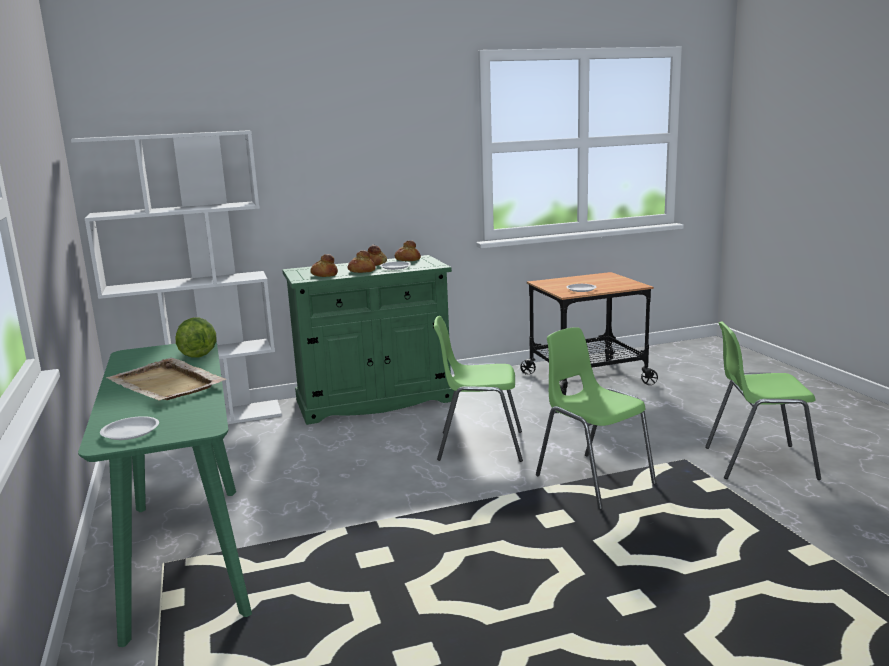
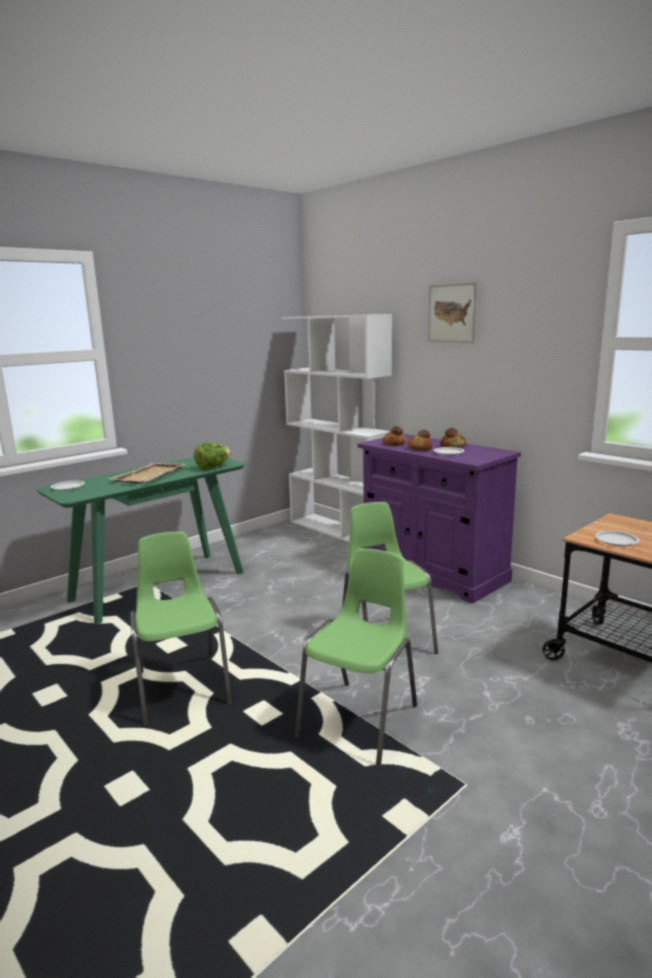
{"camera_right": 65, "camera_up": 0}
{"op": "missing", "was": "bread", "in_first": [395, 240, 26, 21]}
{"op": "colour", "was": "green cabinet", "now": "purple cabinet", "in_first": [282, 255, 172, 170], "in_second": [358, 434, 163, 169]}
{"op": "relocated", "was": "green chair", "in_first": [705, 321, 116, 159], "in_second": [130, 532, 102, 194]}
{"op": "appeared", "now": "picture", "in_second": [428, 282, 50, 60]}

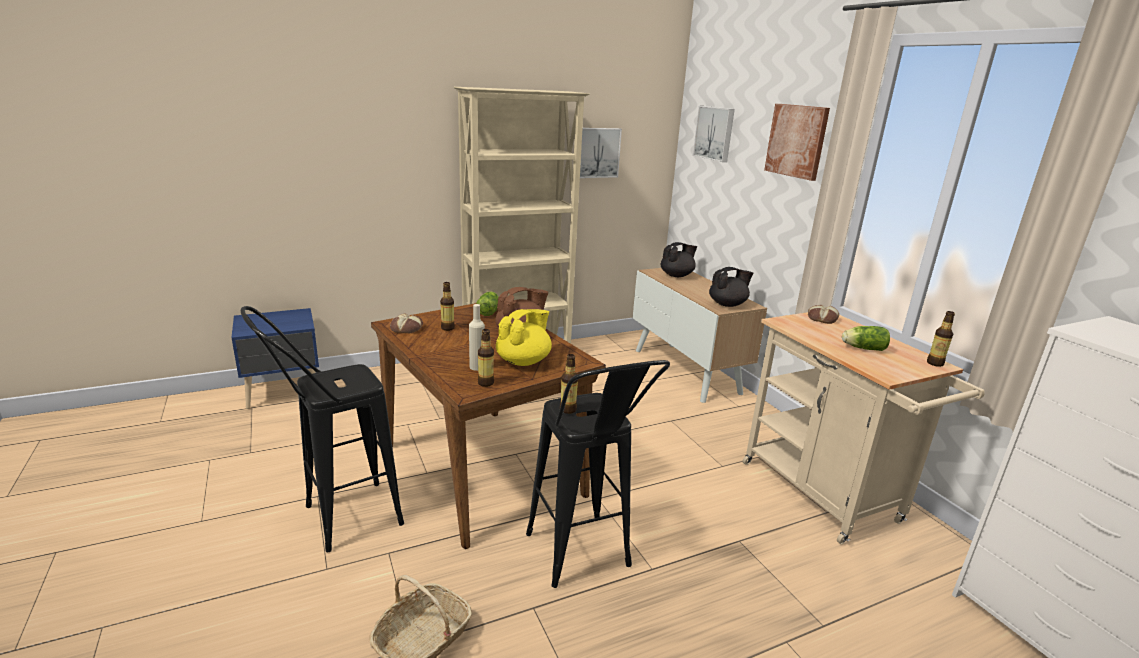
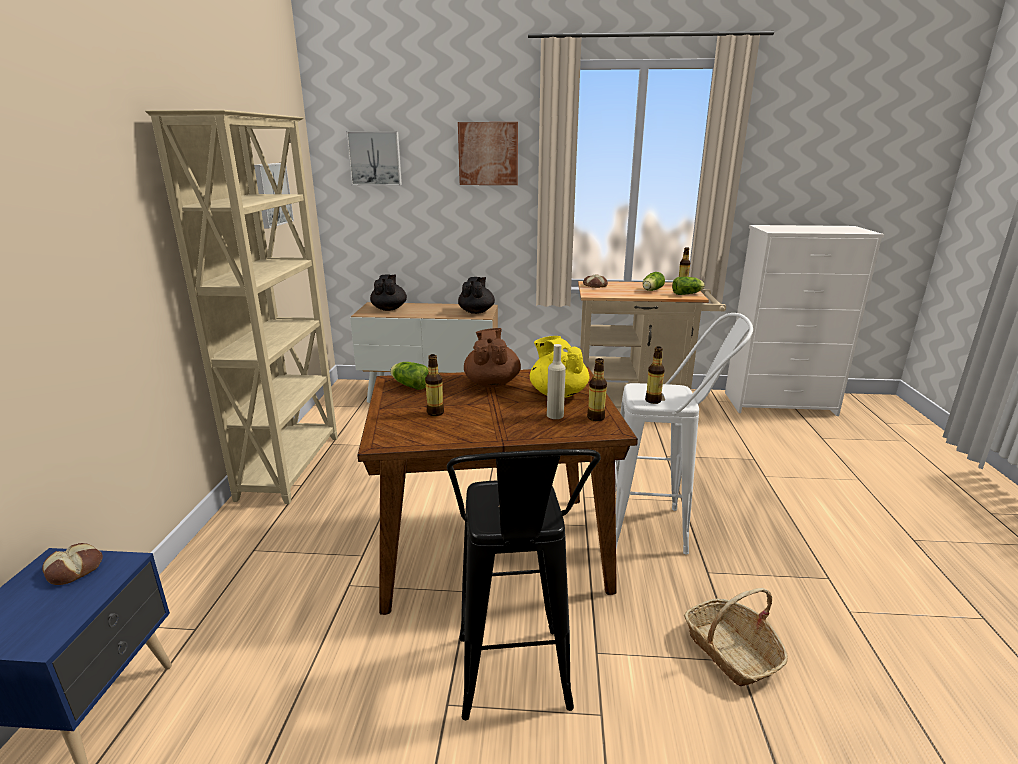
{"camera_right": -60, "camera_up": 0}
{"op": "relocated", "was": "bread", "in_first": [390, 313, 33, 21], "in_second": [42, 543, 61, 42]}
{"op": "colour", "was": "black stool", "now": "white stool", "in_first": [526, 360, 144, 228], "in_second": [615, 313, 138, 241]}
{"op": "appeared", "now": "lettuce", "in_second": [672, 277, 33, 18]}

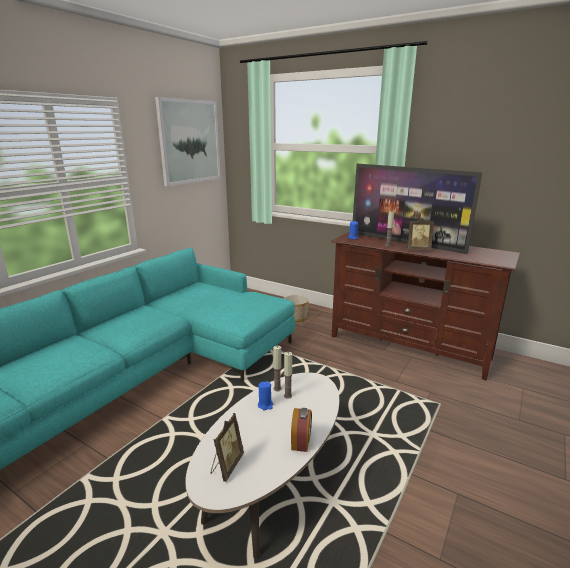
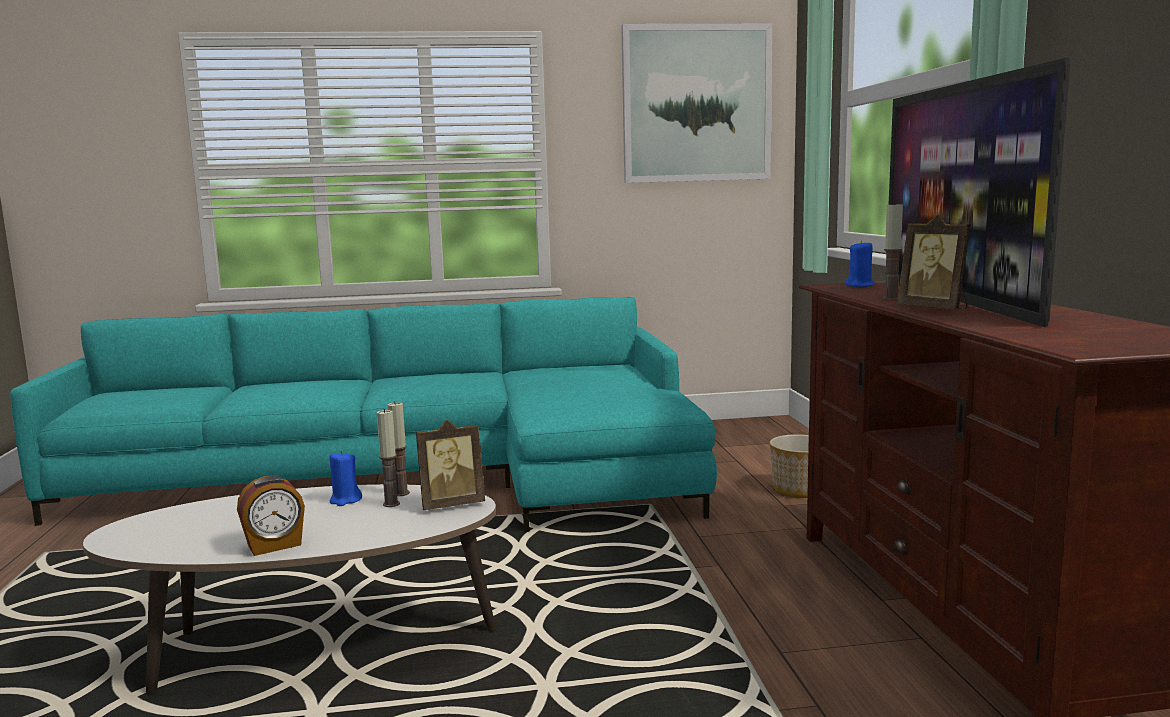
{"camera_right": 50, "camera_up": -10}
{"op": "relocated", "was": "picture frame", "in_first": [211, 413, 33, 69], "in_second": [416, 420, 69, 90]}

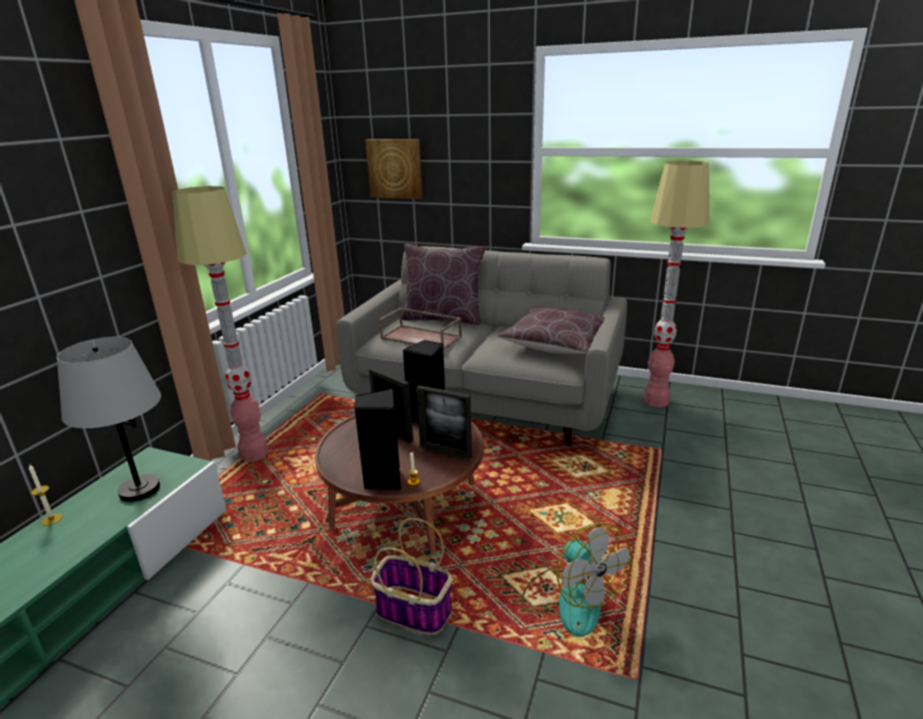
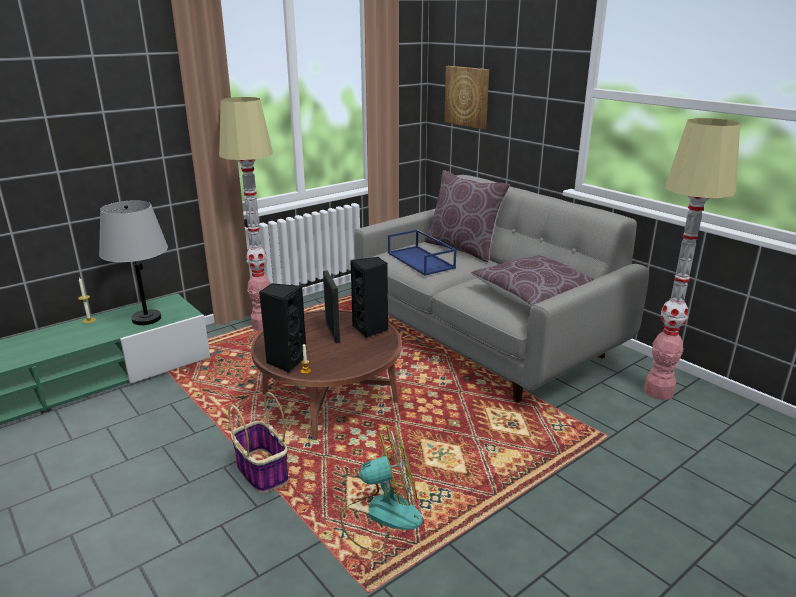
{"camera_right": 30, "camera_up": 0}
{"op": "colour", "was": "brown tray", "now": "blue tray", "in_first": [379, 308, 83, 43], "in_second": [388, 230, 69, 46]}
{"op": "missing", "was": "picture frame", "in_first": [416, 385, 56, 74]}
{"op": "spun", "was": "fan", "in_first": [521, 523, 111, 114], "in_second": [340, 425, 83, 127], "clockwise": -105}

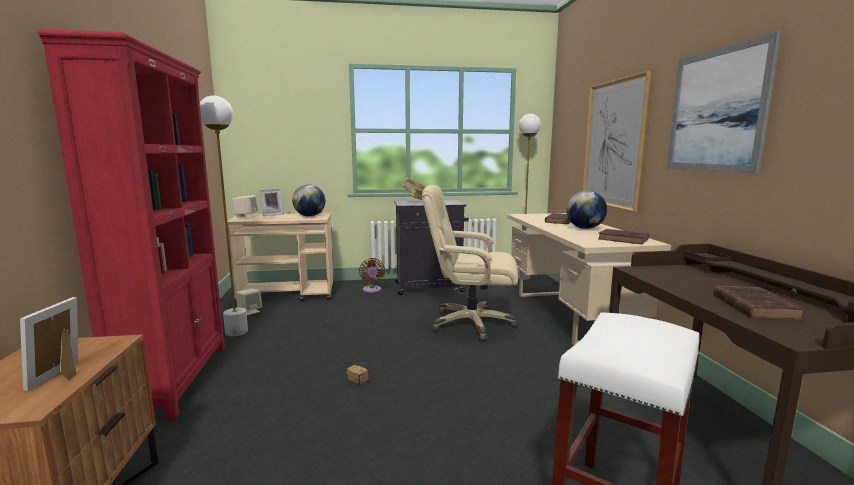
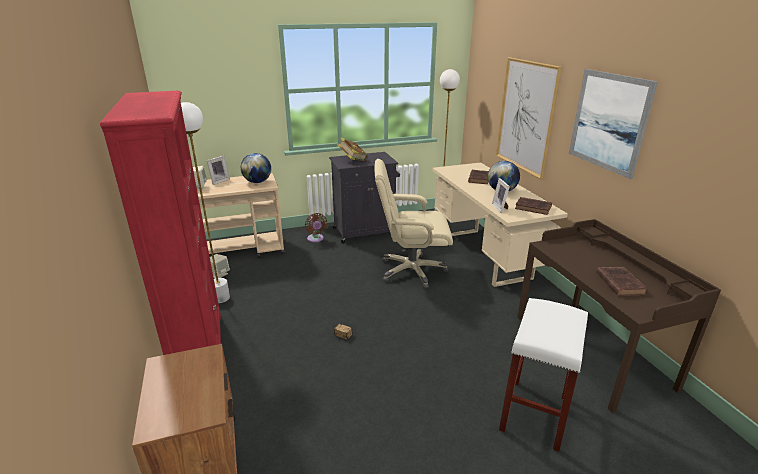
{"camera_right": -10, "camera_up": 15}
{"op": "relocated", "was": "picture frame", "in_first": [20, 297, 58, 94], "in_second": [492, 178, 18, 35]}

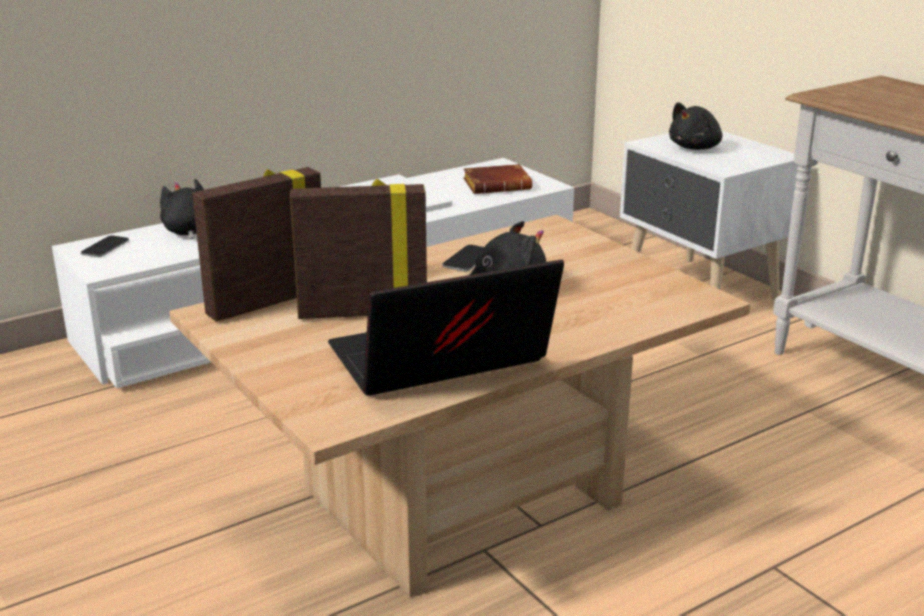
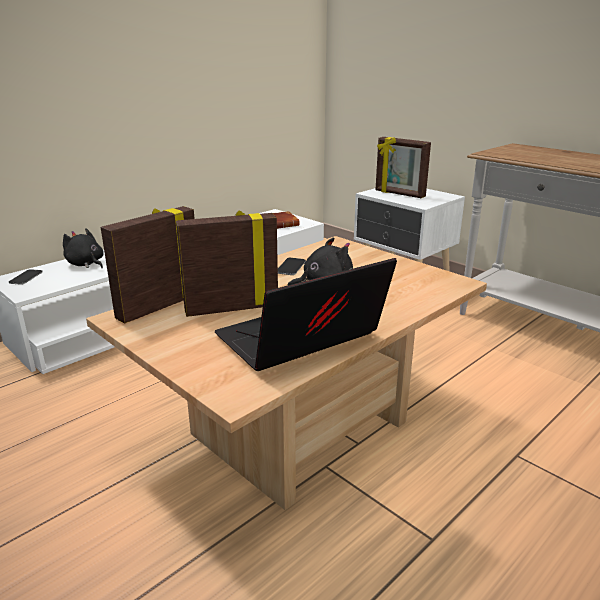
{"camera_right": -10, "camera_up": 0}
{"op": "exchanged", "was": "black plush toy", "now": "picture frame", "in_first": [669, 102, 53, 48], "in_second": [375, 137, 56, 61]}

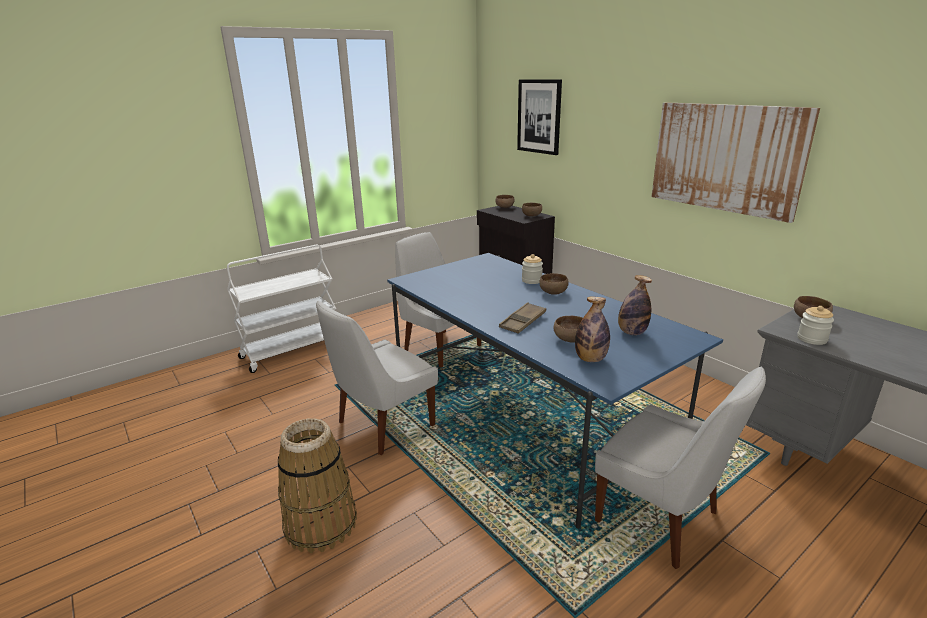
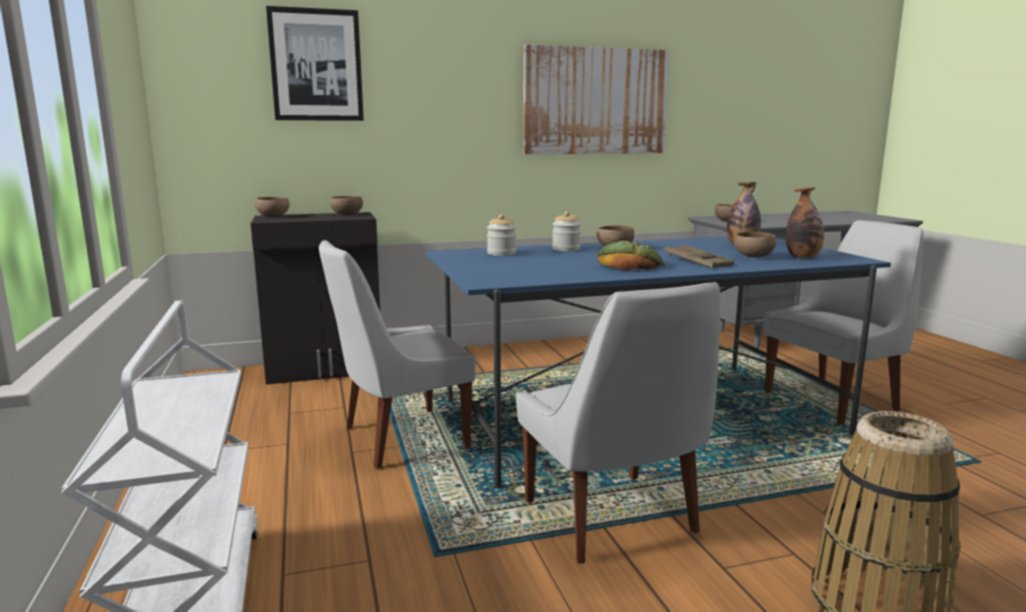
{"camera_right": -70, "camera_up": -10}
{"op": "relocated", "was": "jar", "in_first": [797, 306, 37, 39], "in_second": [487, 214, 29, 42]}
{"op": "appeared", "now": "bread", "in_second": [598, 240, 67, 30]}

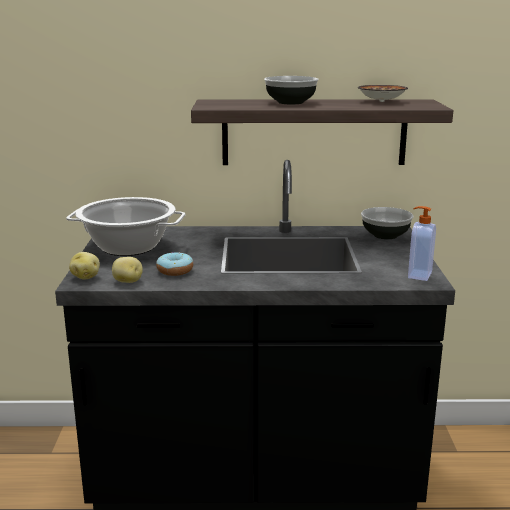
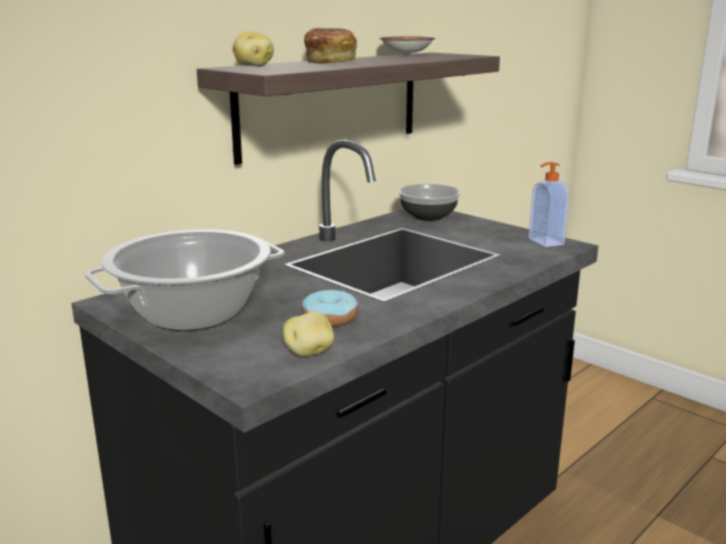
{"camera_right": -45, "camera_up": 0}
{"op": "exchanged", "was": "bowl", "now": "bread", "in_first": [264, 76, 55, 28], "in_second": [304, 28, 53, 36]}
{"op": "relocated", "was": "potato", "in_first": [69, 252, 31, 27], "in_second": [232, 31, 42, 36]}

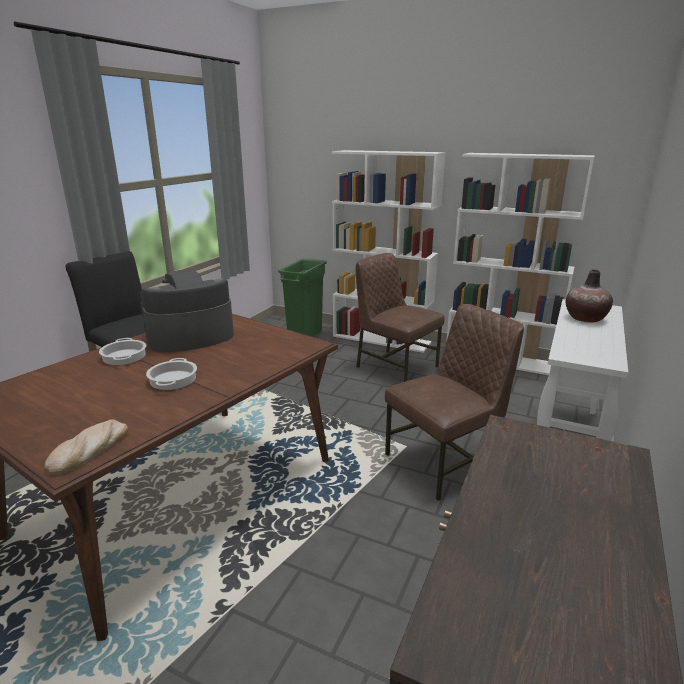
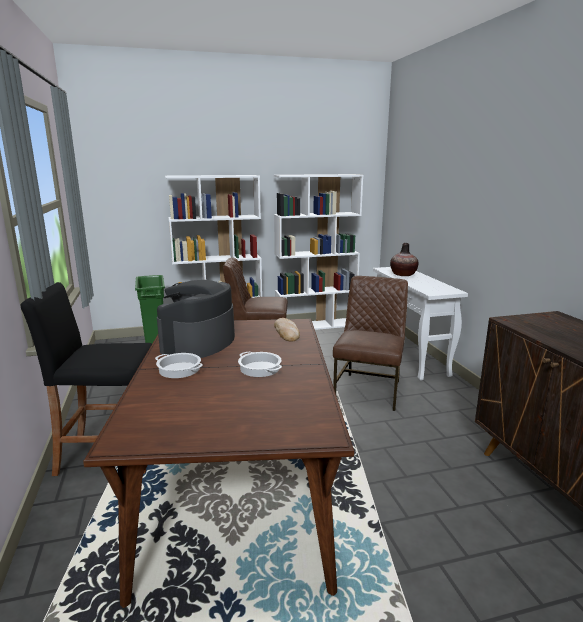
{"camera_right": -40, "camera_up": -5}
{"op": "relocated", "was": "bread", "in_first": [44, 420, 84, 55], "in_second": [274, 318, 26, 23]}

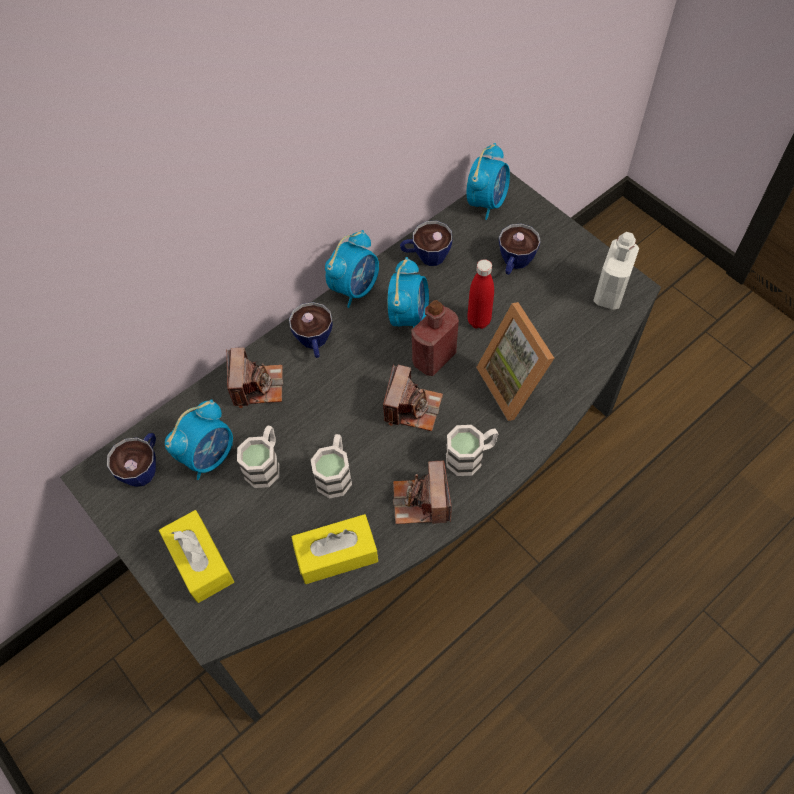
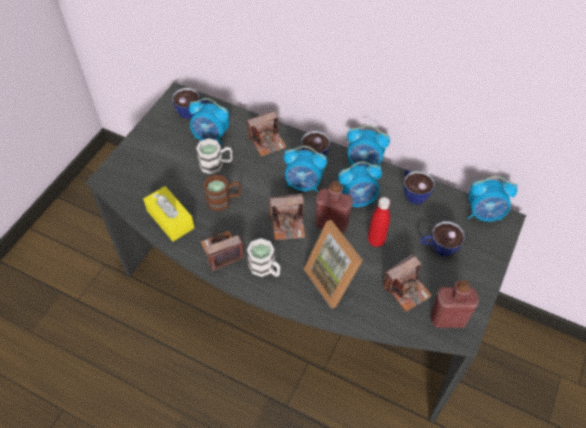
{"camera_right": 65, "camera_up": -5}
{"op": "colour", "was": "white bottle", "now": "red bottle", "in_first": [593, 232, 46, 78], "in_second": [431, 280, 48, 48]}
{"op": "spun", "was": "picture frame", "in_first": [476, 302, 78, 119], "in_second": [304, 220, 59, 89], "clockwise": -75}
{"op": "colour", "was": "white mug", "now": "brown mug", "in_first": [311, 434, 41, 65], "in_second": [203, 175, 38, 36]}
{"op": "missing", "was": "yellow tissue box", "in_first": [159, 510, 75, 93]}
{"op": "appeared", "now": "alarm clock", "in_second": [284, 146, 43, 46]}
{"op": "appeared", "now": "photo camera", "in_second": [383, 254, 49, 57]}

